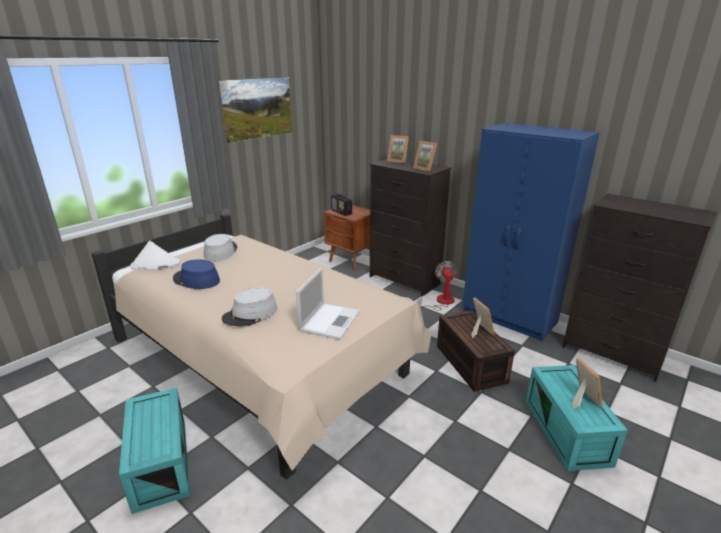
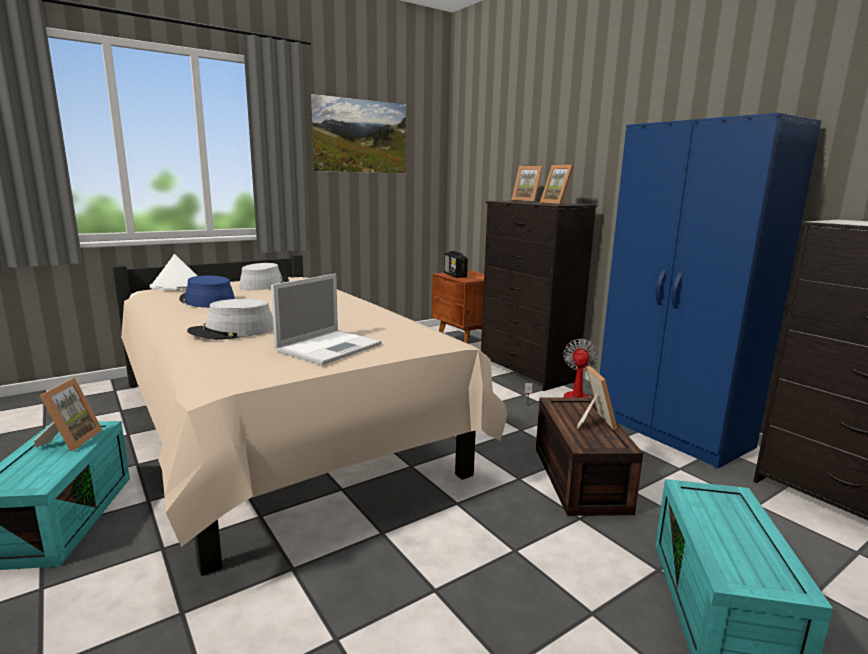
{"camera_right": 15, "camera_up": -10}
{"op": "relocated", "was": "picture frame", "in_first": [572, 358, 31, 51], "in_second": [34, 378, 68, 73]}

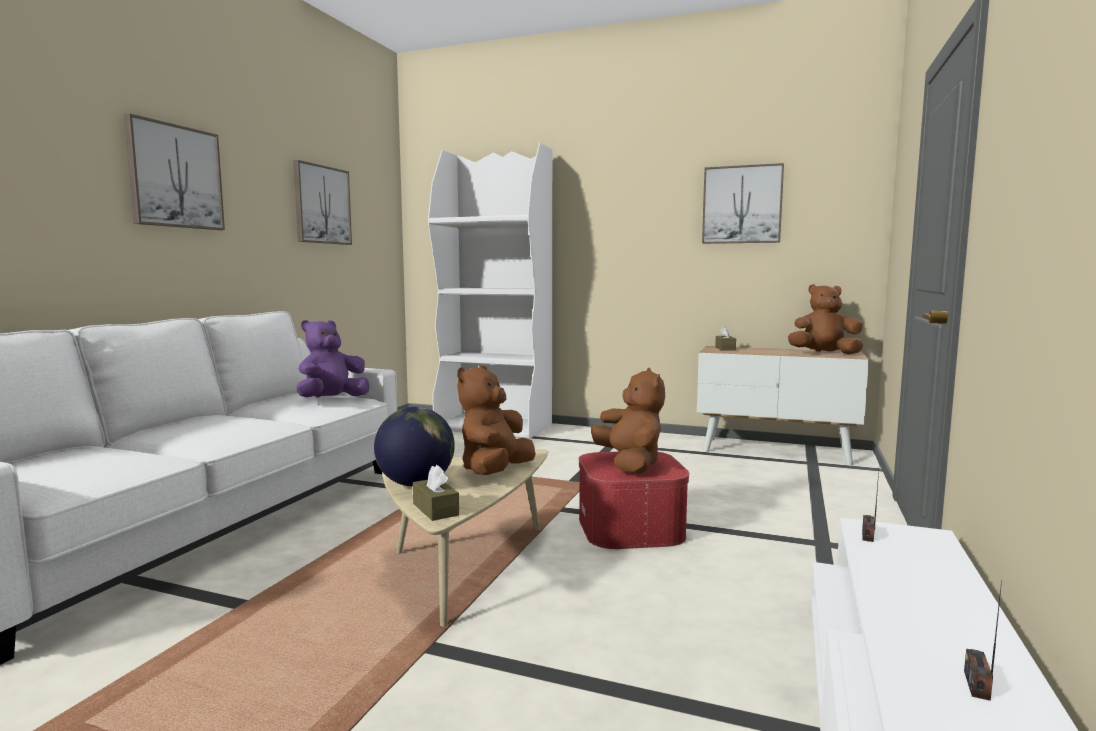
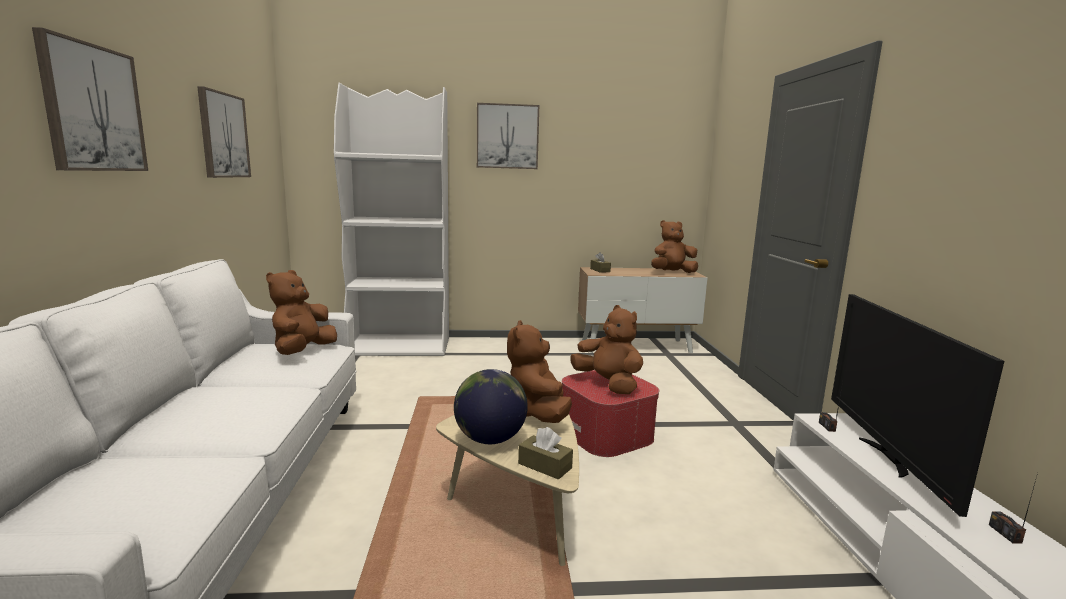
{"camera_right": -25, "camera_up": 5}
{"op": "relocated", "was": "picture", "in_first": [702, 163, 82, 81], "in_second": [477, 103, 62, 66]}
{"op": "colour", "was": "purple plush toy", "now": "brown plush toy", "in_first": [297, 320, 72, 77], "in_second": [266, 270, 71, 85]}
{"op": "appeared", "now": "television", "in_second": [831, 294, 173, 223]}

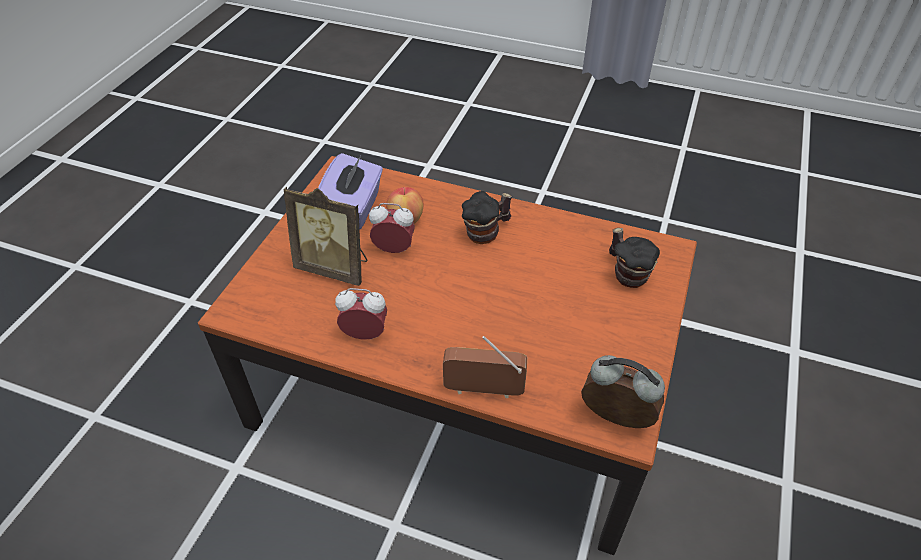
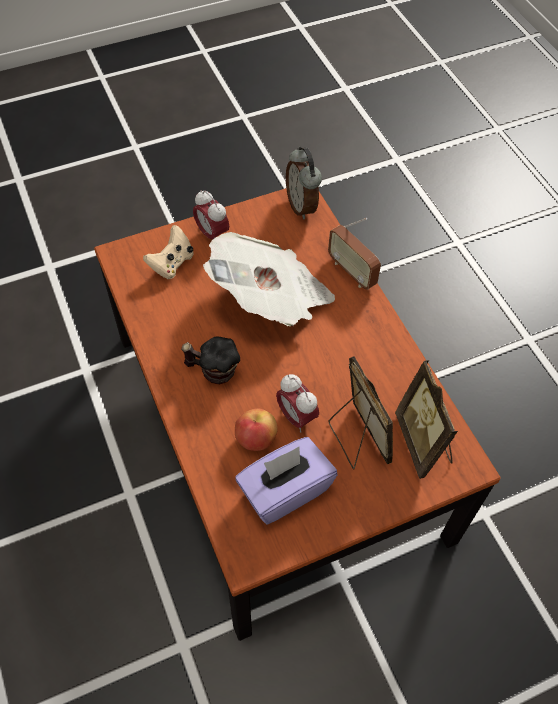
{"camera_right": -135, "camera_up": 10}
{"op": "exchanged", "was": "mug", "now": "beige game controller", "in_first": [609, 228, 51, 60], "in_second": [143, 225, 51, 54]}
{"op": "relocated", "was": "alarm clock", "in_first": [335, 288, 52, 52], "in_second": [193, 190, 36, 49]}
{"op": "appeared", "now": "newspaper", "in_second": [203, 232, 132, 94]}
{"op": "appeared", "now": "picture frame", "in_second": [395, 360, 63, 119]}

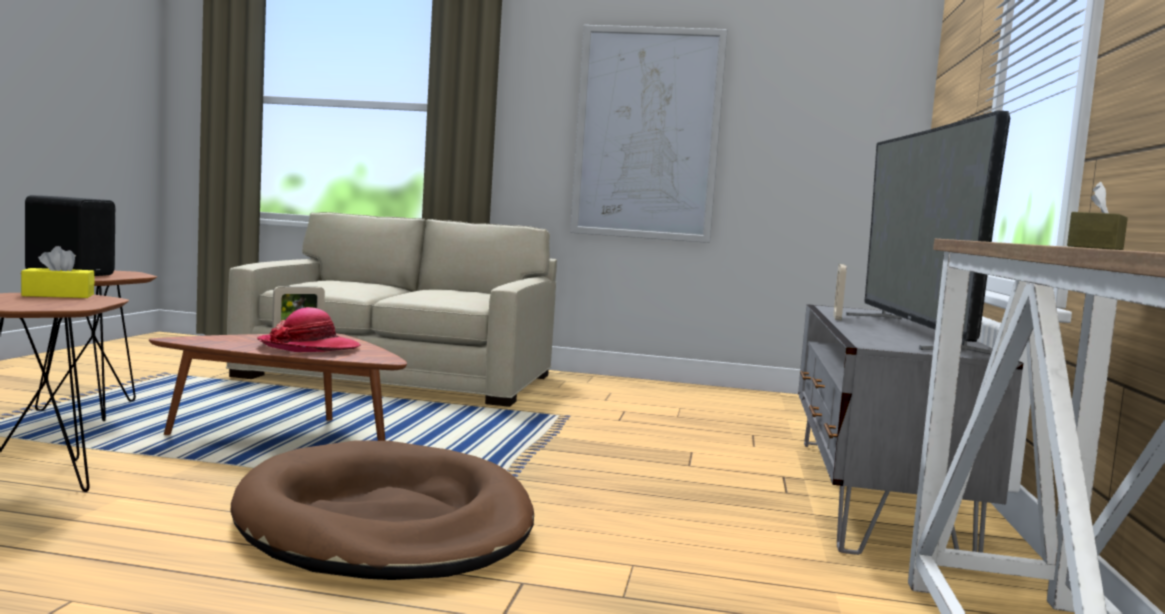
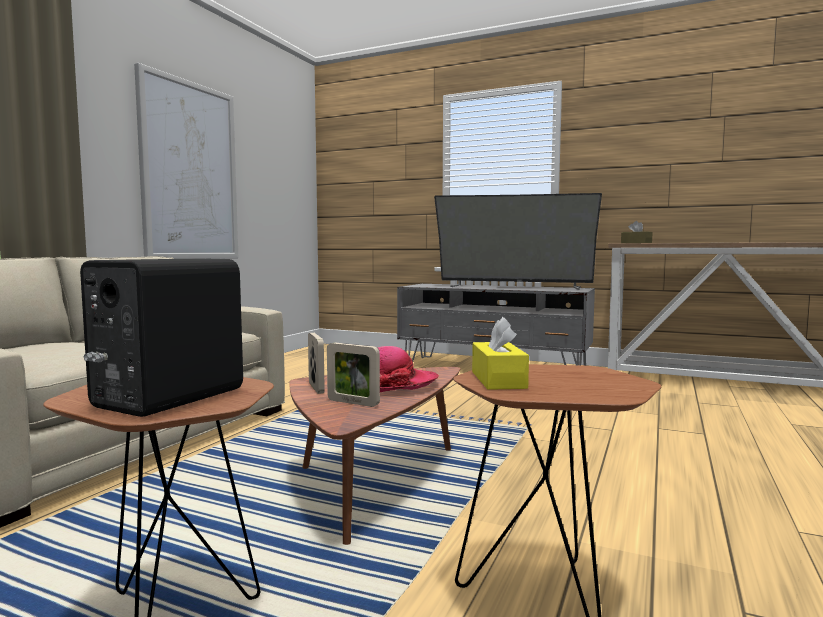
{"camera_right": -75, "camera_up": 0}
{"op": "relocated", "was": "picture frame", "in_first": [833, 264, 14, 57], "in_second": [327, 343, 53, 64]}
{"op": "missing", "was": "brown dog bed", "in_first": [231, 440, 303, 140]}

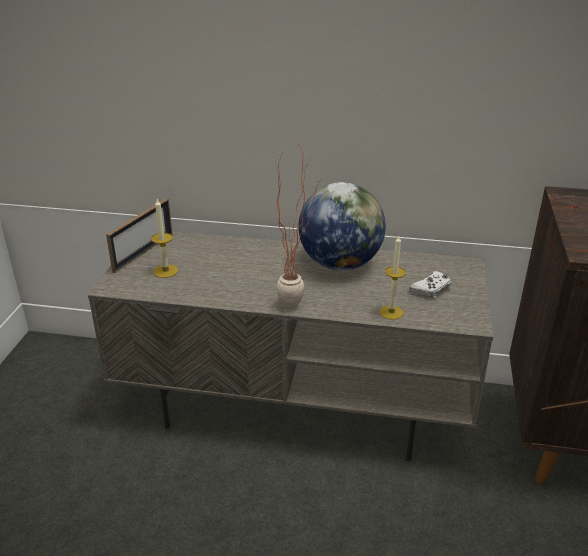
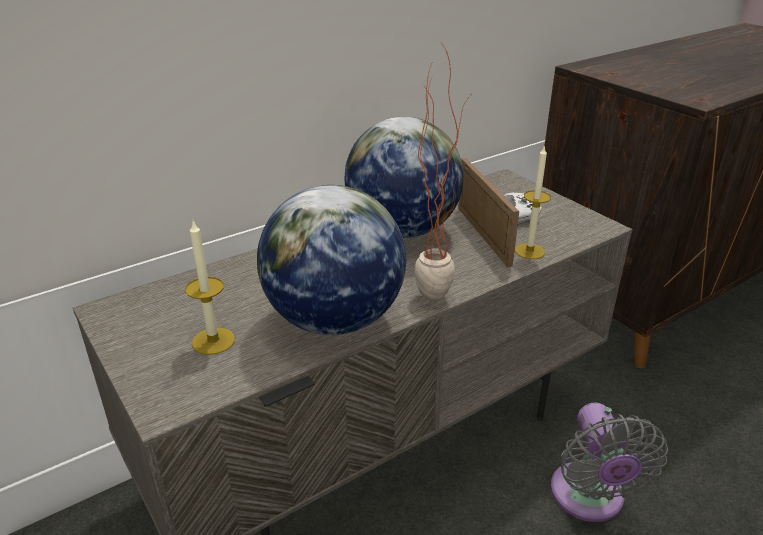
{"camera_right": -45, "camera_up": 0}
{"op": "relocated", "was": "picture frame", "in_first": [106, 198, 66, 75], "in_second": [458, 158, 61, 109]}
{"op": "appeared", "now": "globe", "in_second": [257, 185, 149, 150]}
{"op": "appeared", "now": "grey fan", "in_second": [550, 402, 118, 120]}

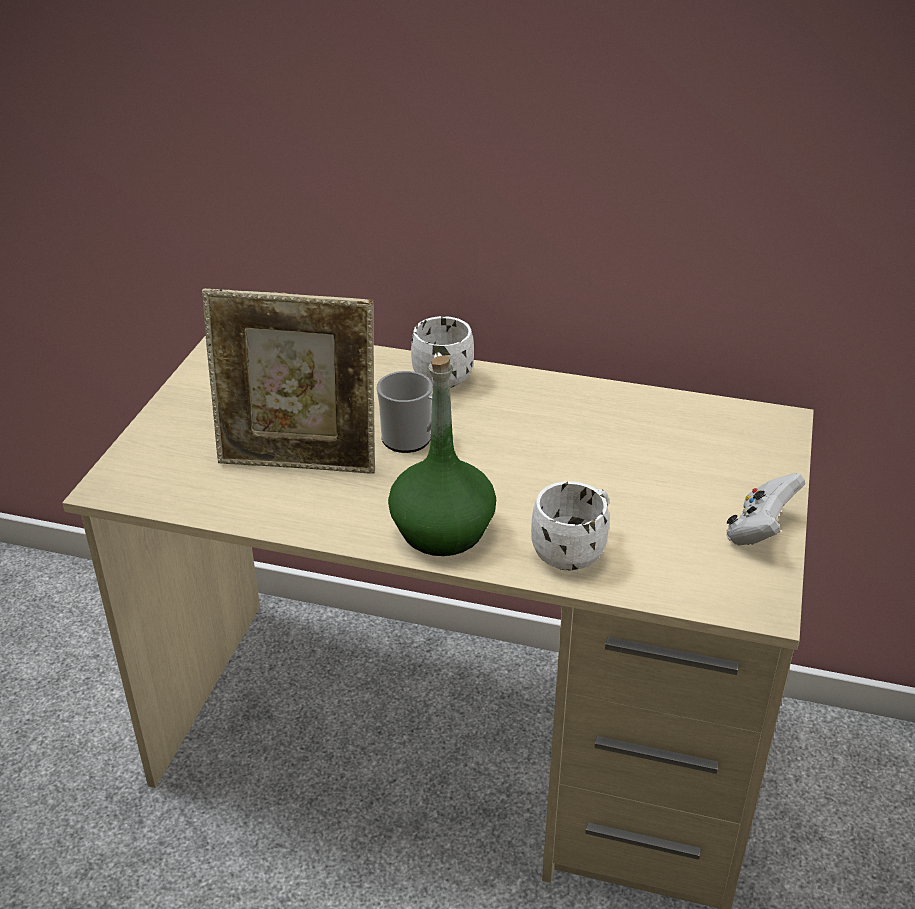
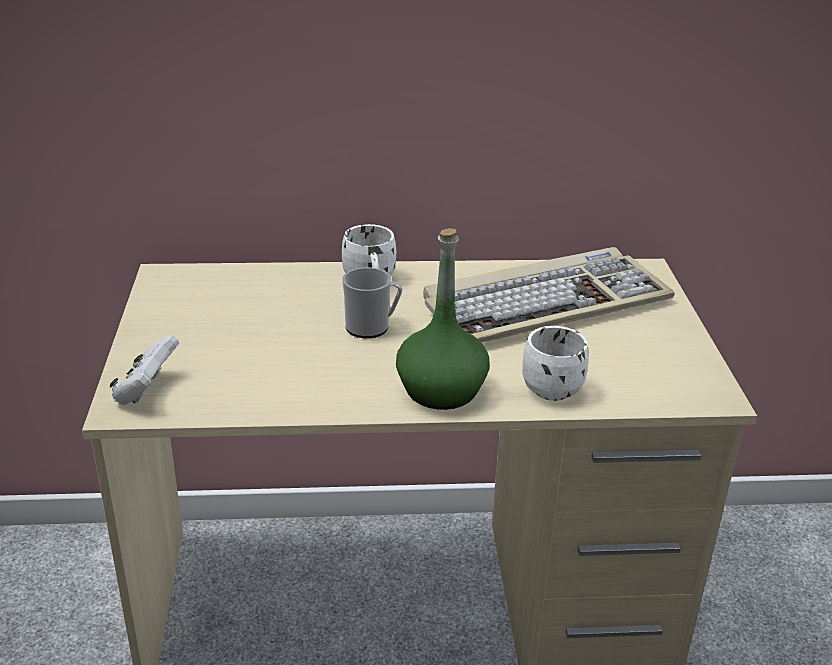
{"camera_right": -20, "camera_up": -5}
{"op": "missing", "was": "picture frame", "in_first": [202, 288, 173, 186]}
{"op": "relocated", "was": "white game controller", "in_first": [726, 473, 79, 72], "in_second": [110, 335, 69, 70]}
{"op": "appeared", "now": "keyboard", "in_second": [423, 247, 252, 96]}

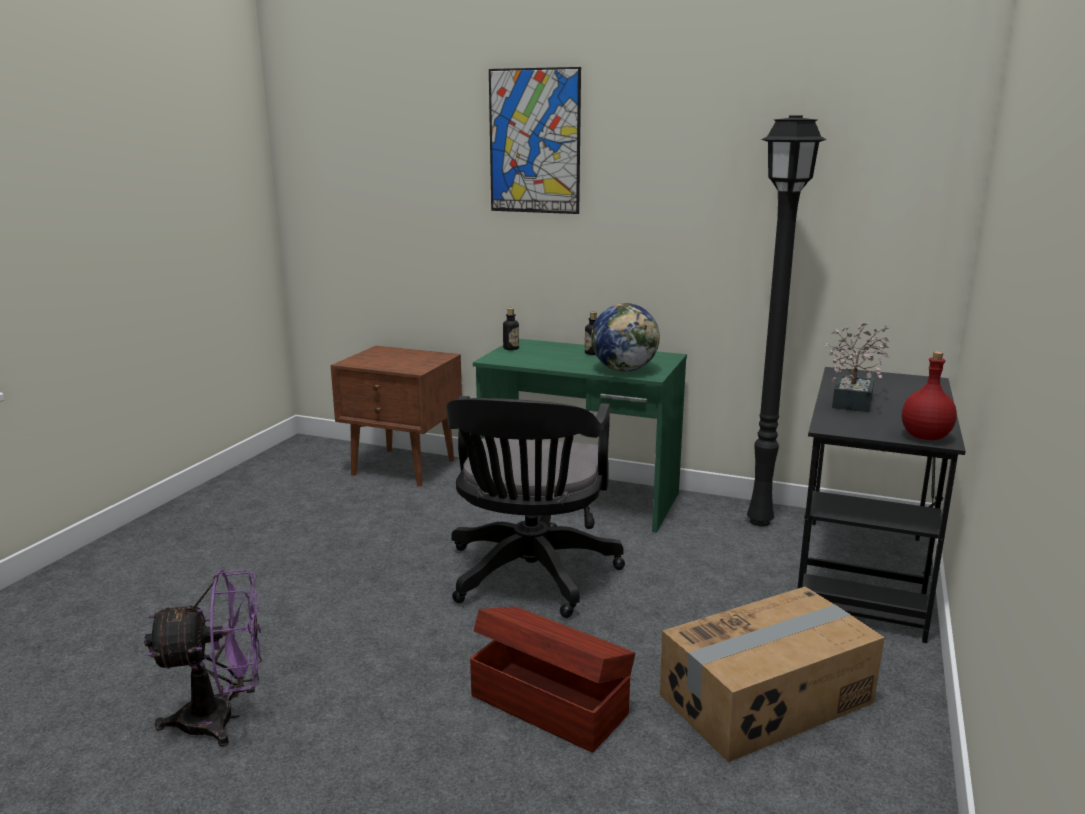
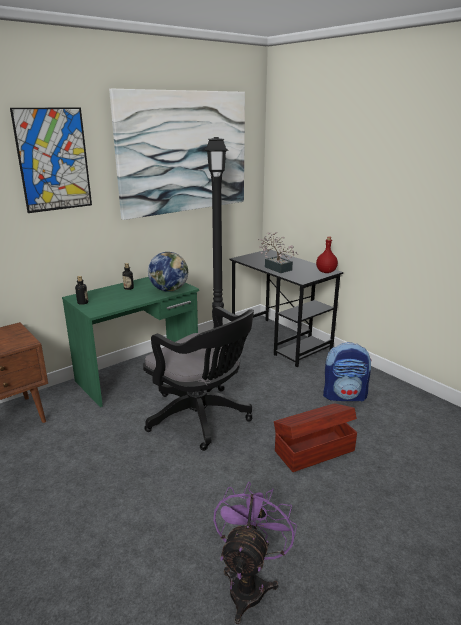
{"camera_right": -60, "camera_up": 5}
{"op": "exchanged", "was": "cardboard box", "now": "backpack", "in_first": [660, 587, 224, 175], "in_second": [323, 342, 49, 59]}
{"op": "appeared", "now": "picture", "in_second": [109, 89, 136, 131]}

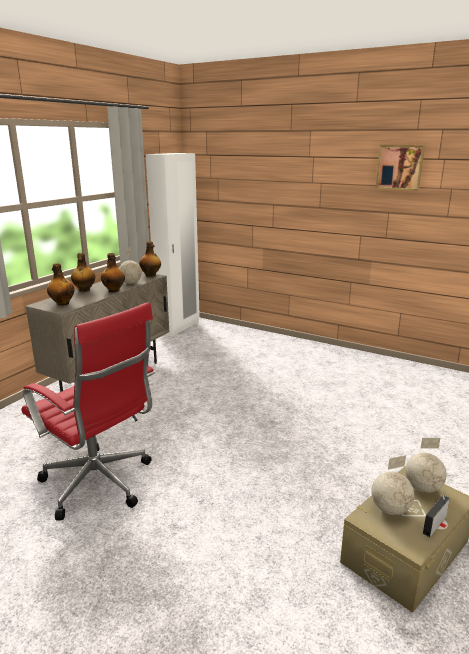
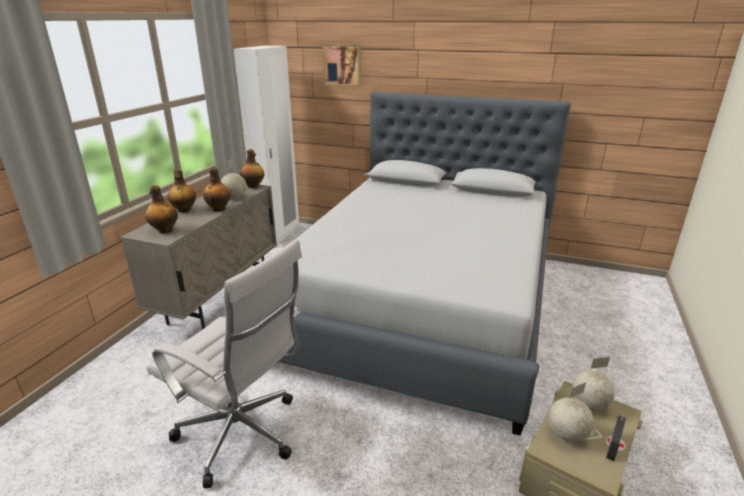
{"camera_right": -10, "camera_up": 5}
{"op": "relocated", "was": "picture", "in_first": [376, 145, 49, 46], "in_second": [323, 44, 38, 43]}
{"op": "colour", "was": "red office chair", "now": "white office chair", "in_first": [21, 302, 134, 218], "in_second": [146, 239, 156, 249]}
{"op": "appeared", "now": "grey bed", "in_second": [279, 92, 292, 343]}

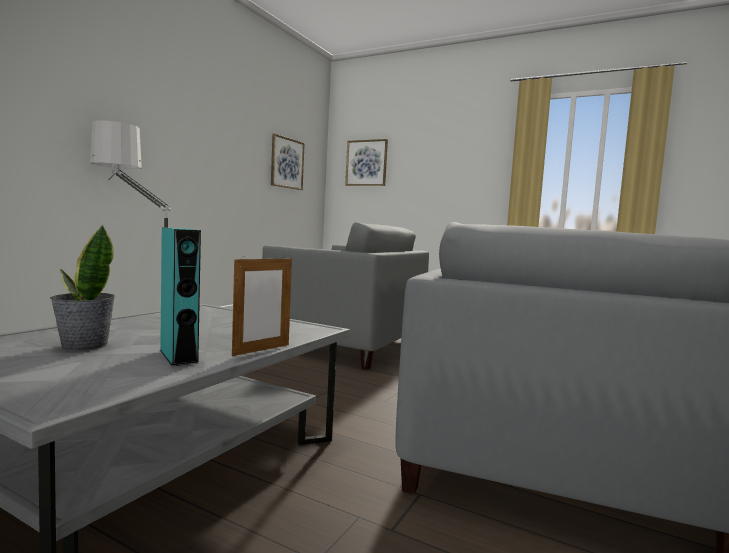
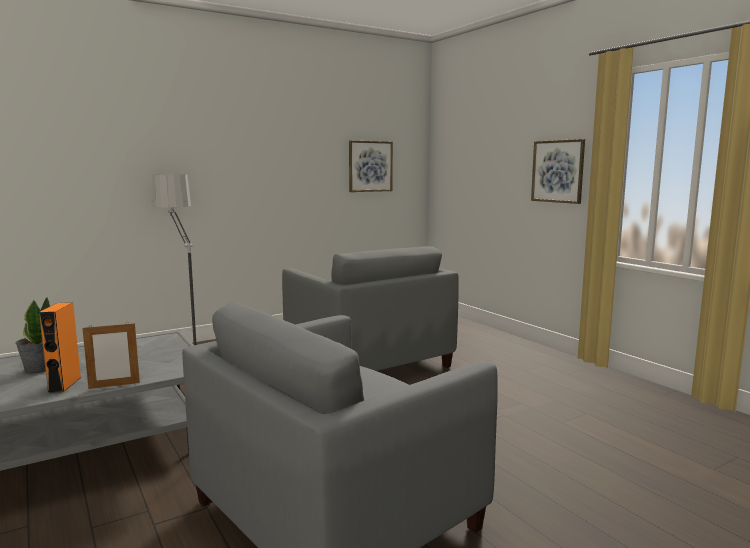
{"camera_right": 30, "camera_up": 5}
{"op": "relocated", "was": "picture", "in_first": [345, 139, 43, 47], "in_second": [531, 139, 54, 65]}
{"op": "colour", "was": "turquoise speaker", "now": "orange speaker", "in_first": [160, 227, 41, 139], "in_second": [39, 302, 43, 91]}

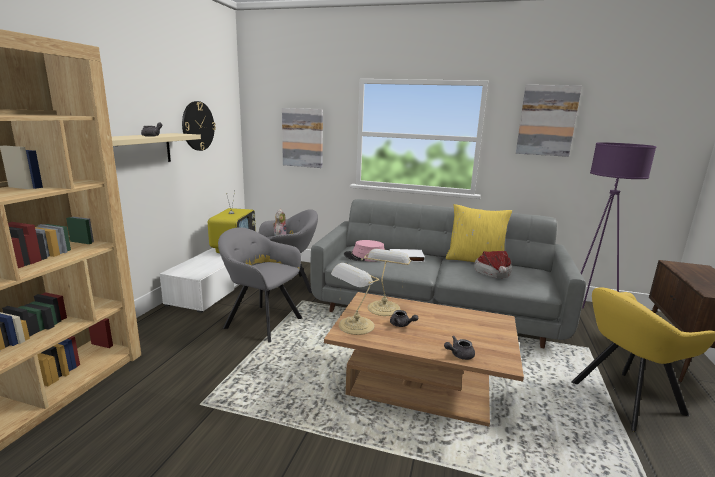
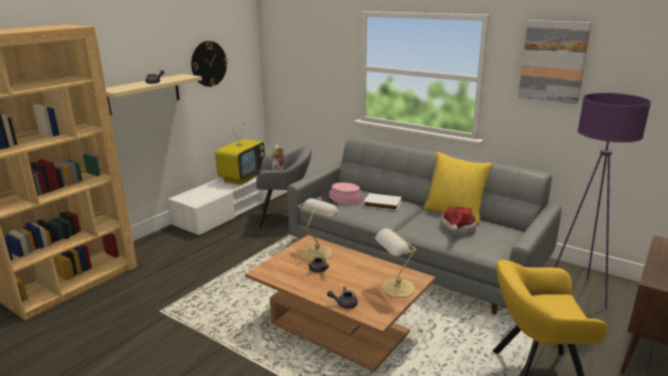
{"camera_right": 20, "camera_up": 5}
{"op": "missing", "was": "picture", "in_first": [282, 108, 41, 60]}
{"op": "missing", "was": "grey armchair", "in_first": [218, 228, 84, 115]}
{"op": "relocated", "was": "table lamp", "in_first": [331, 263, 49, 72], "in_second": [375, 228, 41, 70]}

